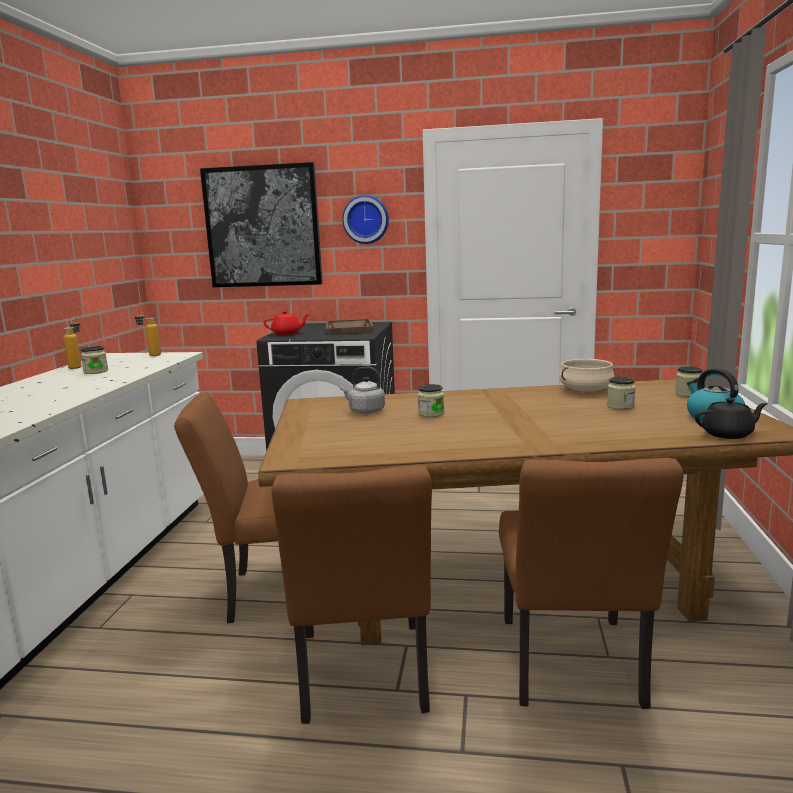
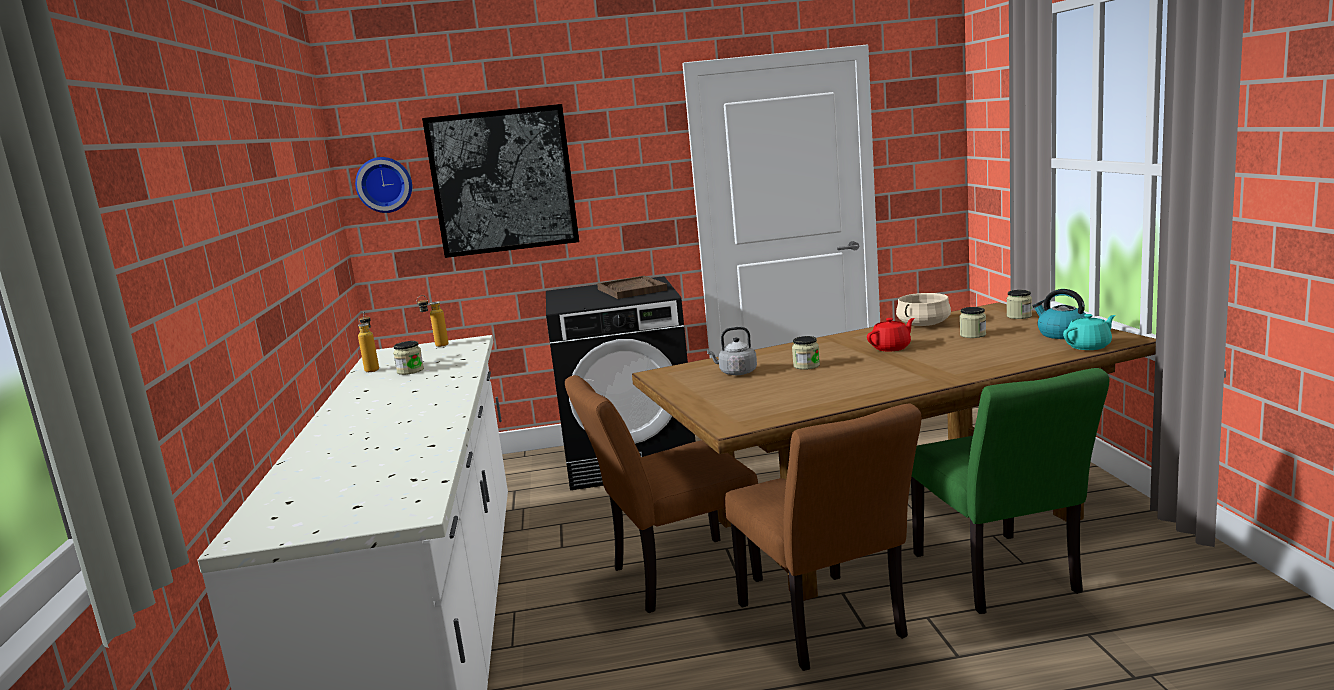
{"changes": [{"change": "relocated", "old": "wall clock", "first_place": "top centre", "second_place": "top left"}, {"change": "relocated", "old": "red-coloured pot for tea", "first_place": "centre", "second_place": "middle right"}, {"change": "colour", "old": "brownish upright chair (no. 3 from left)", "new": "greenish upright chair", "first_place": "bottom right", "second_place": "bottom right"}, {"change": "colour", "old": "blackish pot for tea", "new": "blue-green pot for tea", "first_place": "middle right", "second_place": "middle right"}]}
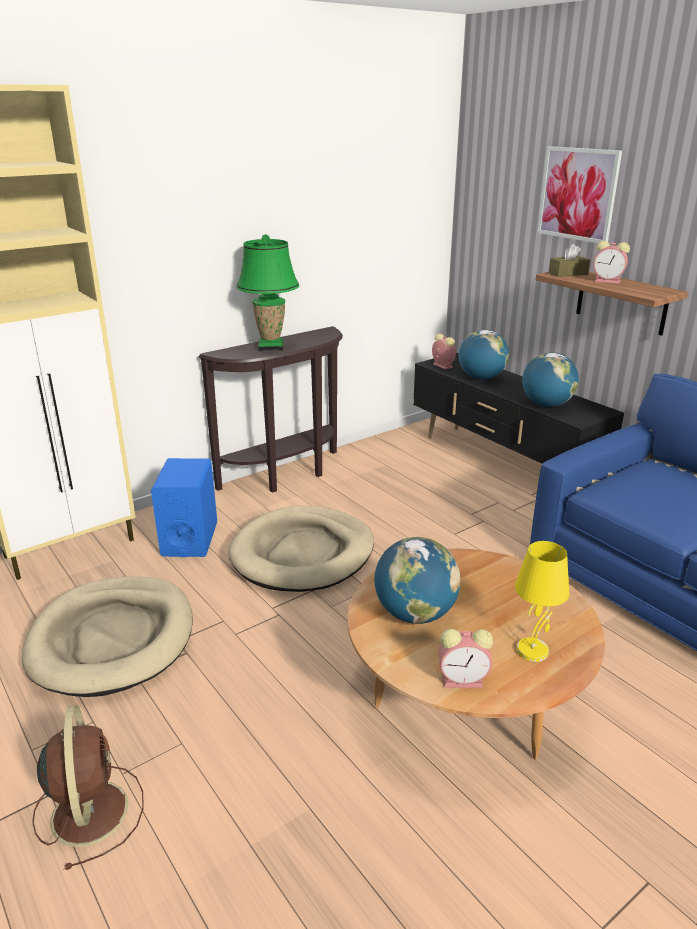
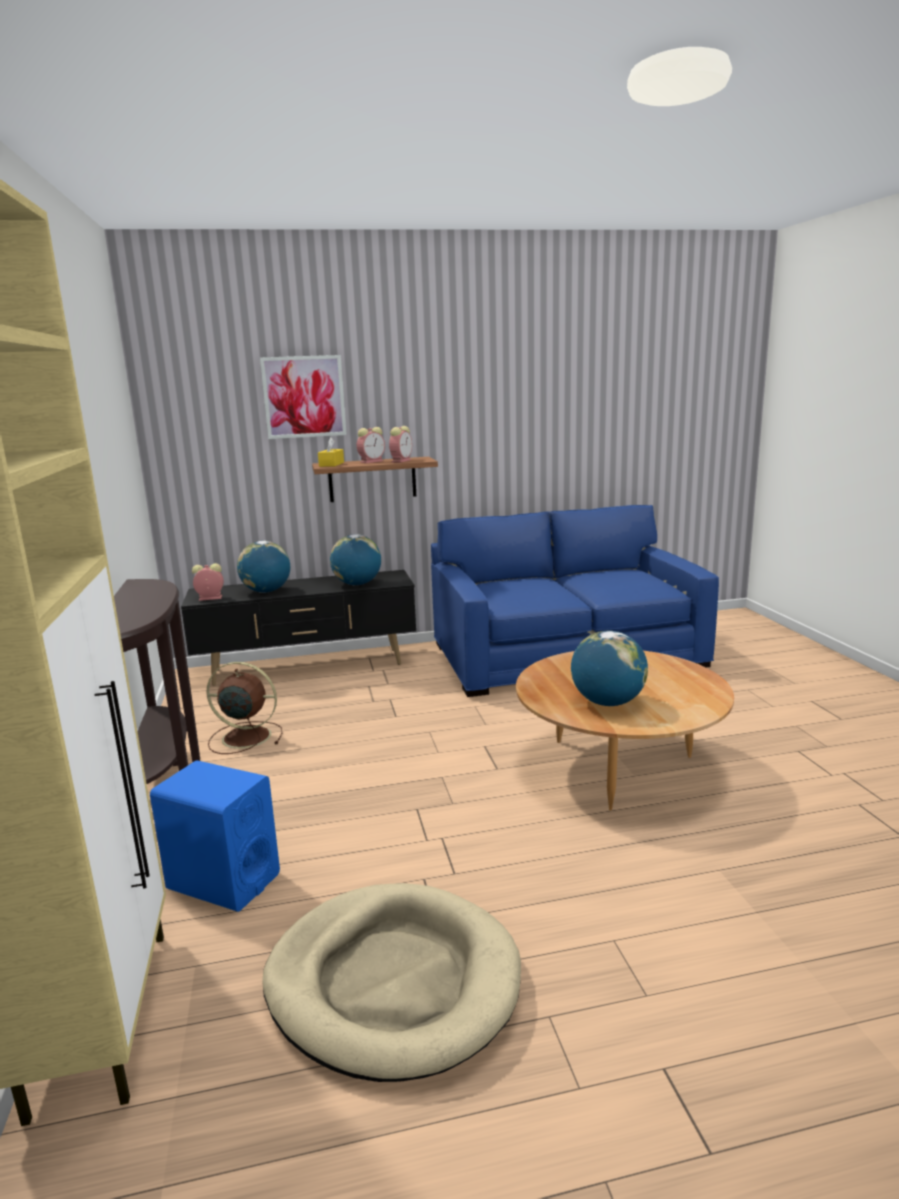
{"changes": [{"change": "relocated", "old": "brownish electric fan", "first_place": "bottom left", "second_place": "middle left"}, {"change": "colour", "old": "brownish box of tissues", "new": "yellow box of tissues", "first_place": "top right", "second_place": "centre"}, {"change": "relocated", "old": "table clock (no. 2 from left in the first image)", "new": "table clock (no. 3 from left)", "first_place": "bottom right", "second_place": "centre"}, {"change": "missing", "old": "sand-coloured pet bed (no. 2 from left)", "first_place": "centre"}, {"change": "missing", "old": "greenish table lamp", "first_place": "top centre"}, {"change": "missing", "old": "yellow table lamp", "first_place": "middle right"}]}
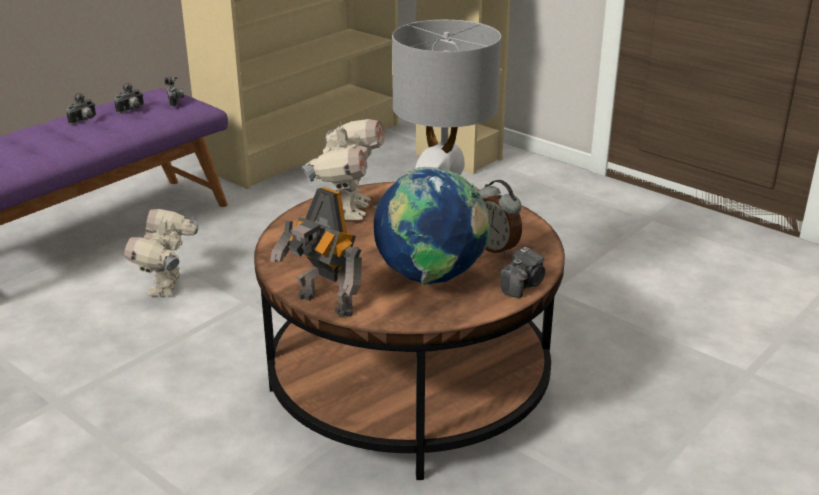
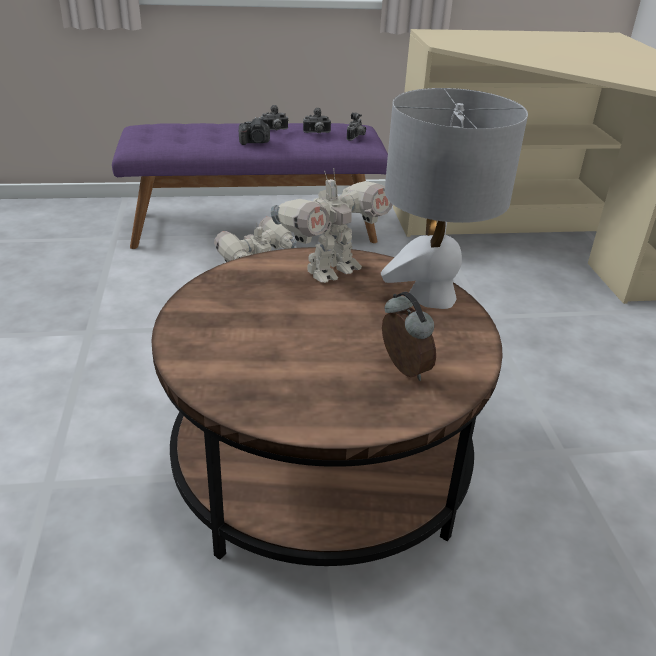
{"changes": [{"change": "relocated", "old": "still camera (no. 4 from left in the first image)", "new": "still camera (no. 1 from left)", "first_place": "centre", "second_place": "top centre"}, {"change": "spun", "old": "table clock", "first_place": "centre", "second_place": "centre", "degrees": 150}, {"change": "missing", "old": "robot figure (no. 2 from left)", "first_place": "centre"}, {"change": "missing", "old": "globe", "first_place": "centre"}]}
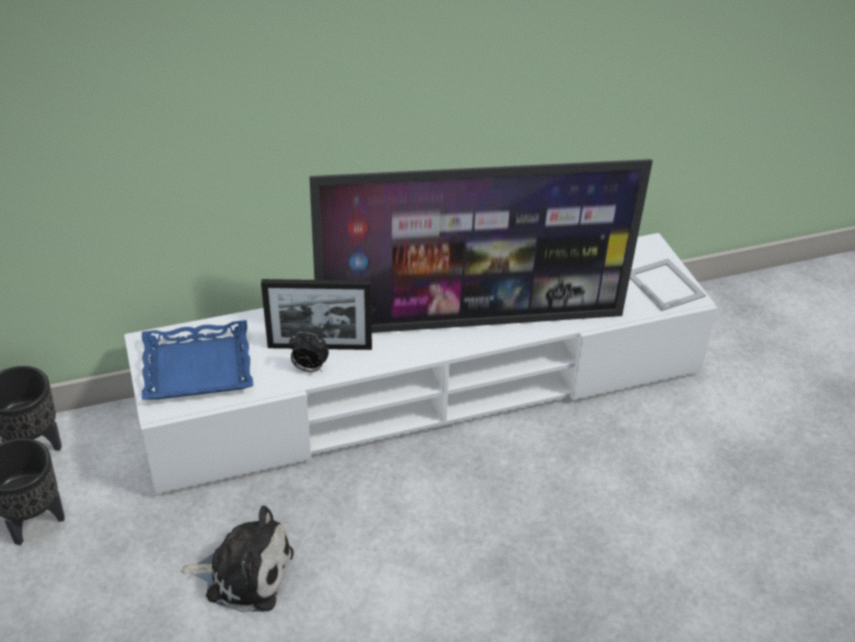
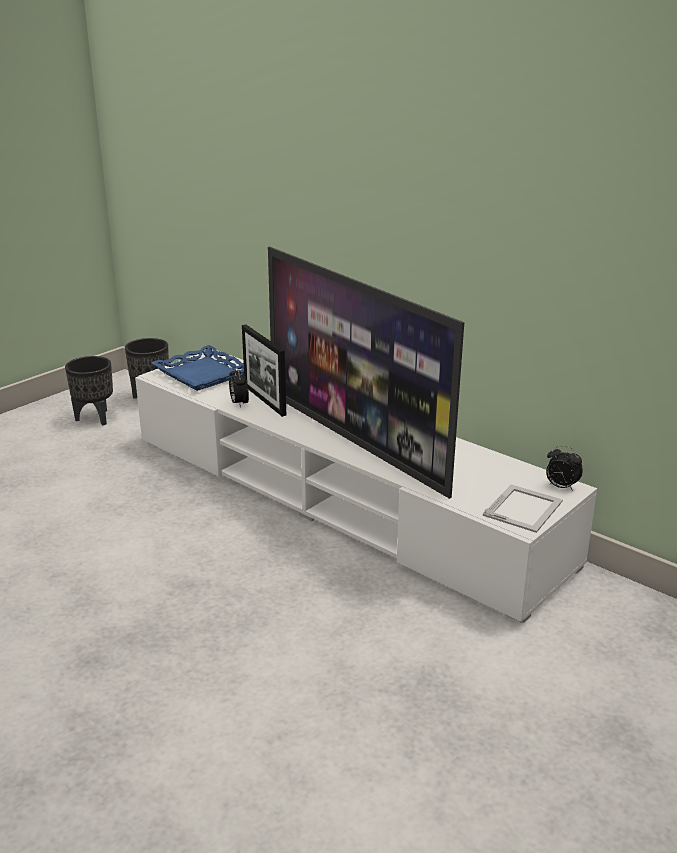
{"changes": [{"change": "appeared", "new": "table clock (no. 2 from left)", "second_place": "middle right"}, {"change": "missing", "old": "soft toy", "first_place": "bottom left"}]}
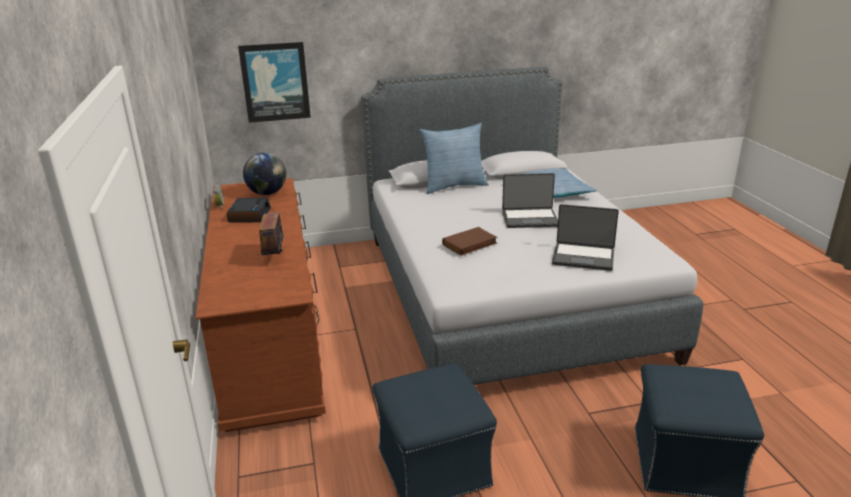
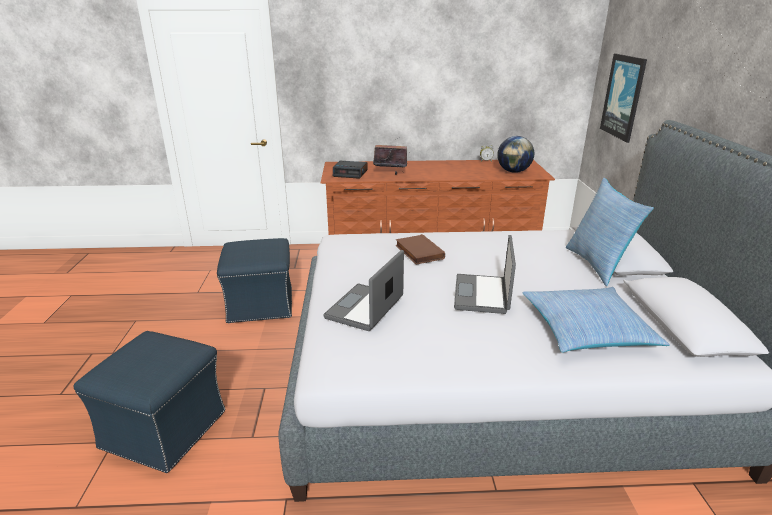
{"changes": [{"change": "relocated", "old": "table clock (no. 2 from left in the first image)", "new": "table clock (no. 1 from left)", "first_place": "middle left", "second_place": "top centre"}]}
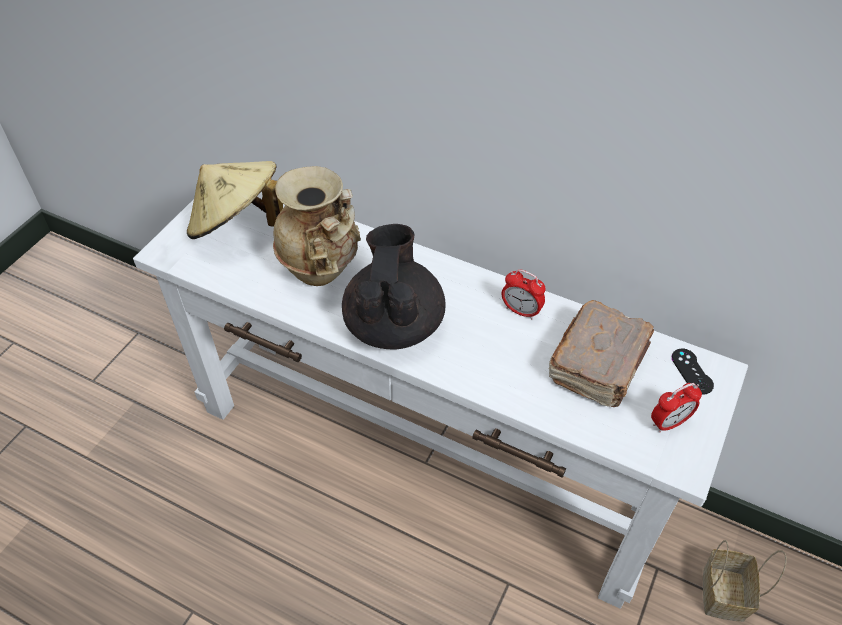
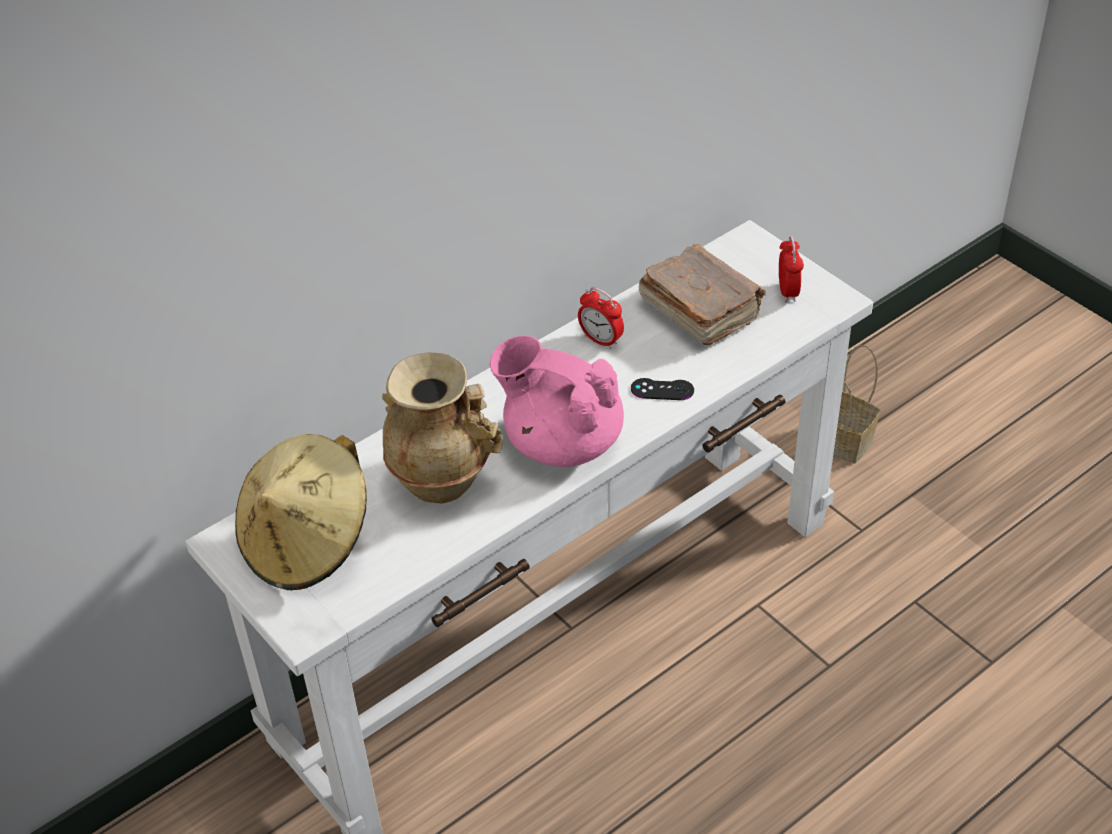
{"changes": [{"change": "colour", "old": "blackish pot for tea", "new": "pinkish pot for tea", "first_place": "centre", "second_place": "centre"}, {"change": "spun", "old": "table clock (no. 1 from left)", "first_place": "centre", "second_place": "centre", "degrees": 75}, {"change": "relocated", "old": "blackish game controller", "first_place": "middle right", "second_place": "centre"}]}
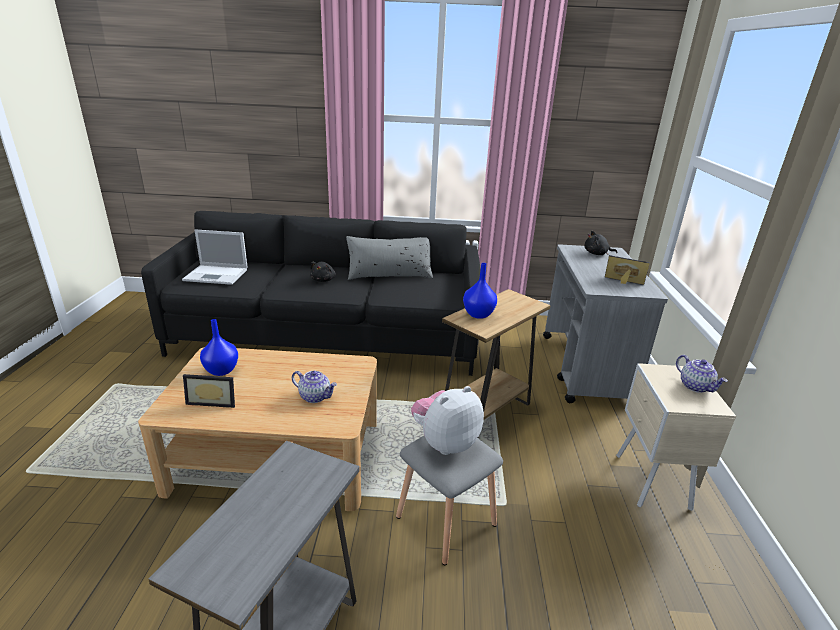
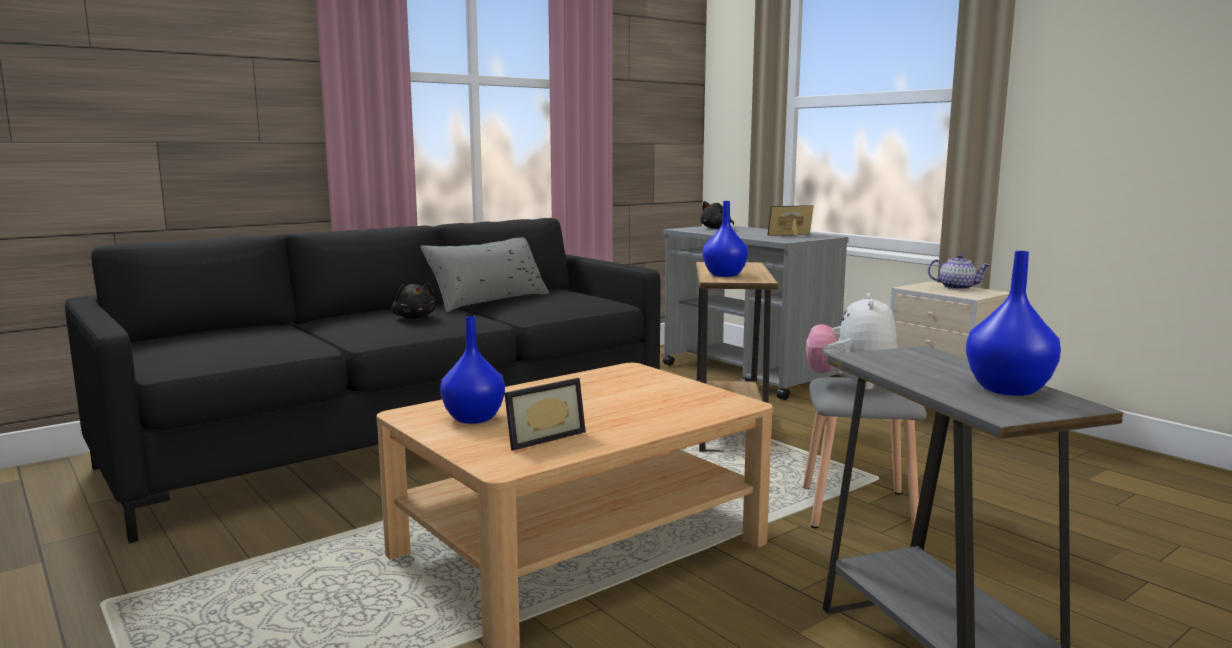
{"changes": [{"change": "appeared", "new": "bluish flower vase (no. 3 from left)", "second_place": "middle right"}, {"change": "missing", "old": "notebook computer", "first_place": "middle left"}, {"change": "missing", "old": "pot for tea (no. 1 from left)", "first_place": "centre"}]}
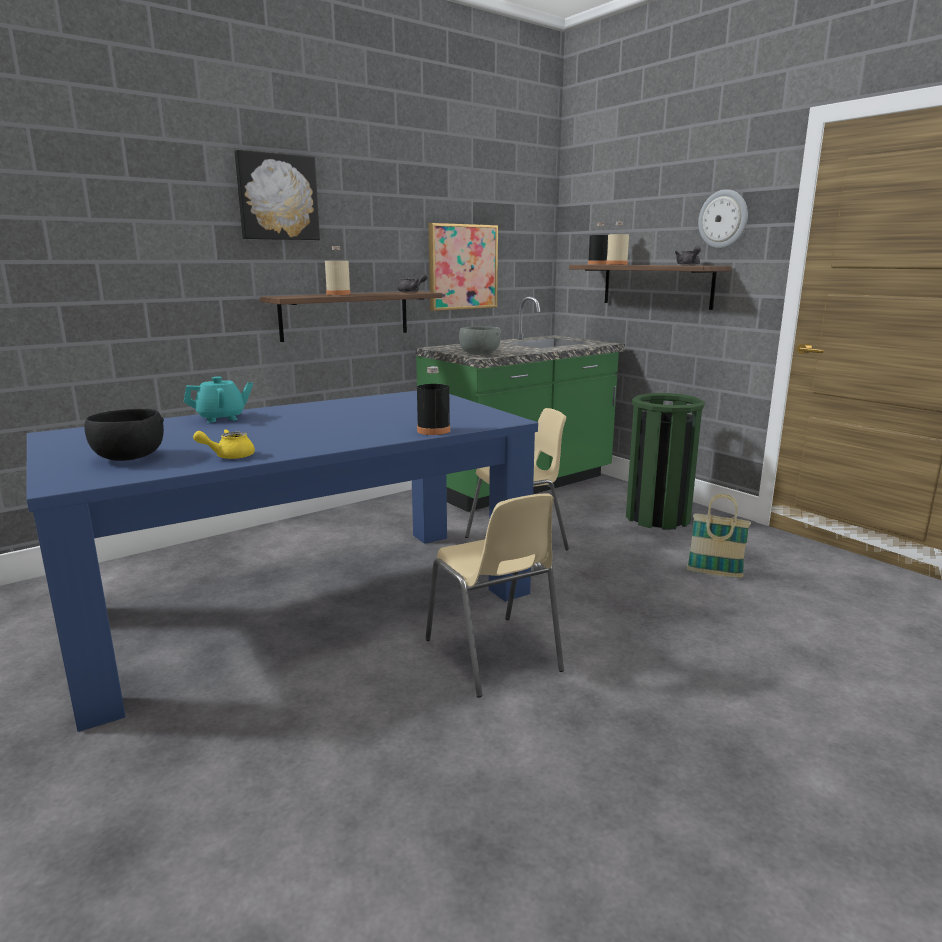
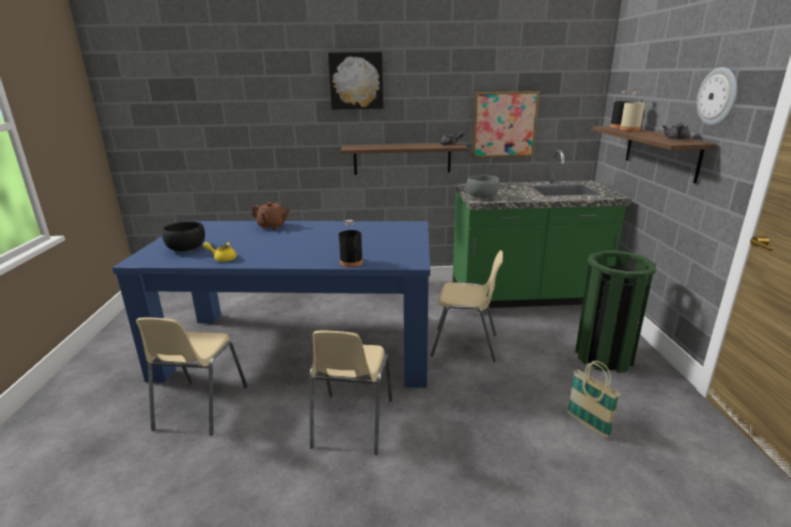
{"changes": [{"change": "appeared", "new": "sand-coloured upright chair (no. 1 from left)", "second_place": "bottom left"}, {"change": "colour", "old": "blue-green pot for tea", "new": "brownish pot for tea", "first_place": "middle left", "second_place": "centre"}, {"change": "missing", "old": "sand-coloured drink bottle (no. 1 from left)", "first_place": "top centre"}]}
